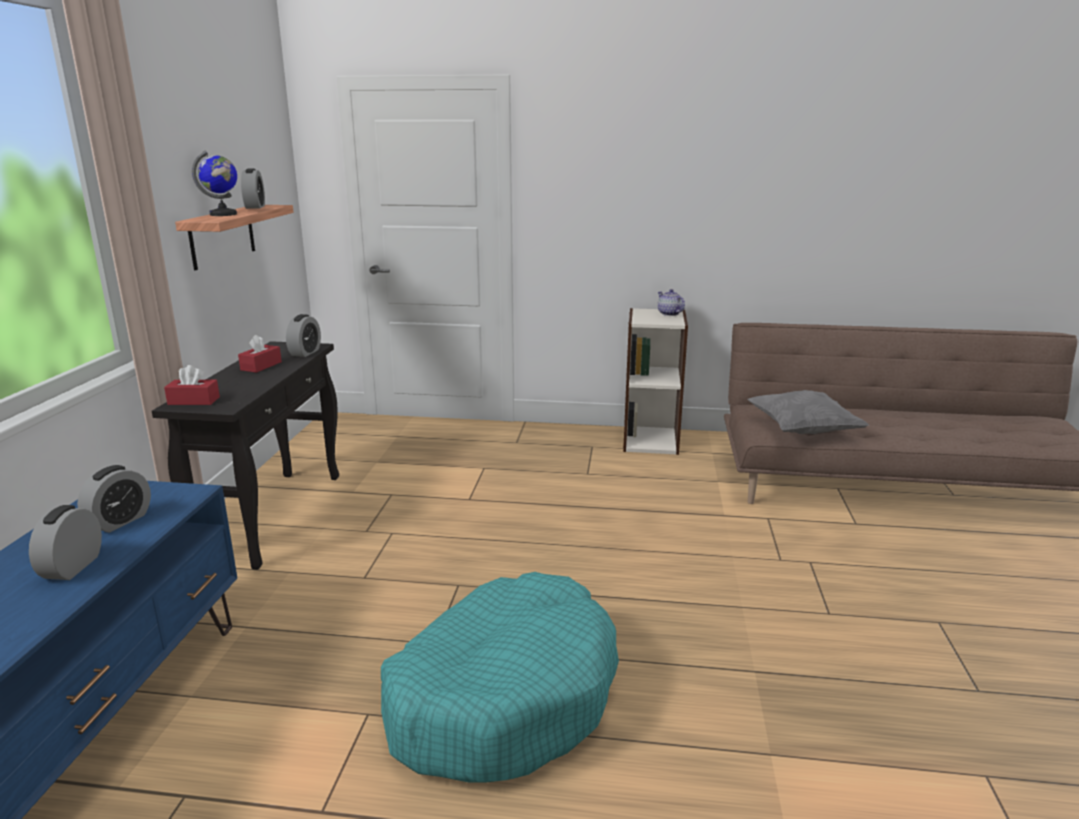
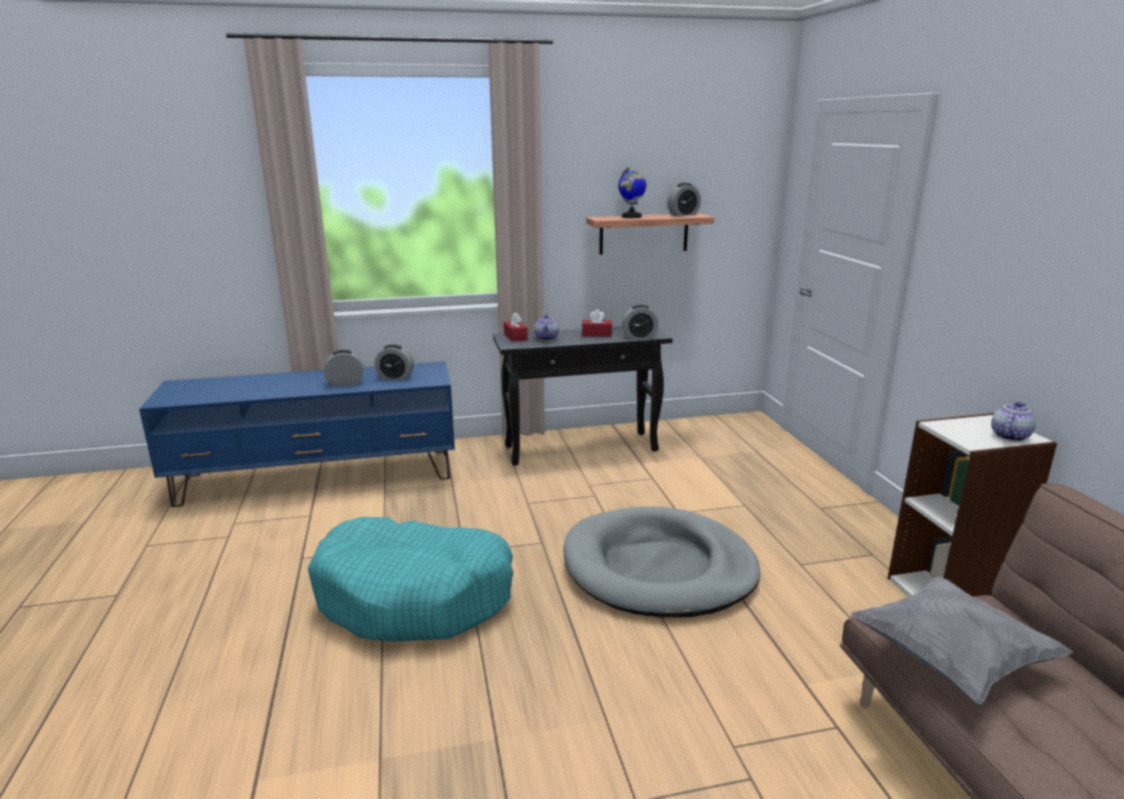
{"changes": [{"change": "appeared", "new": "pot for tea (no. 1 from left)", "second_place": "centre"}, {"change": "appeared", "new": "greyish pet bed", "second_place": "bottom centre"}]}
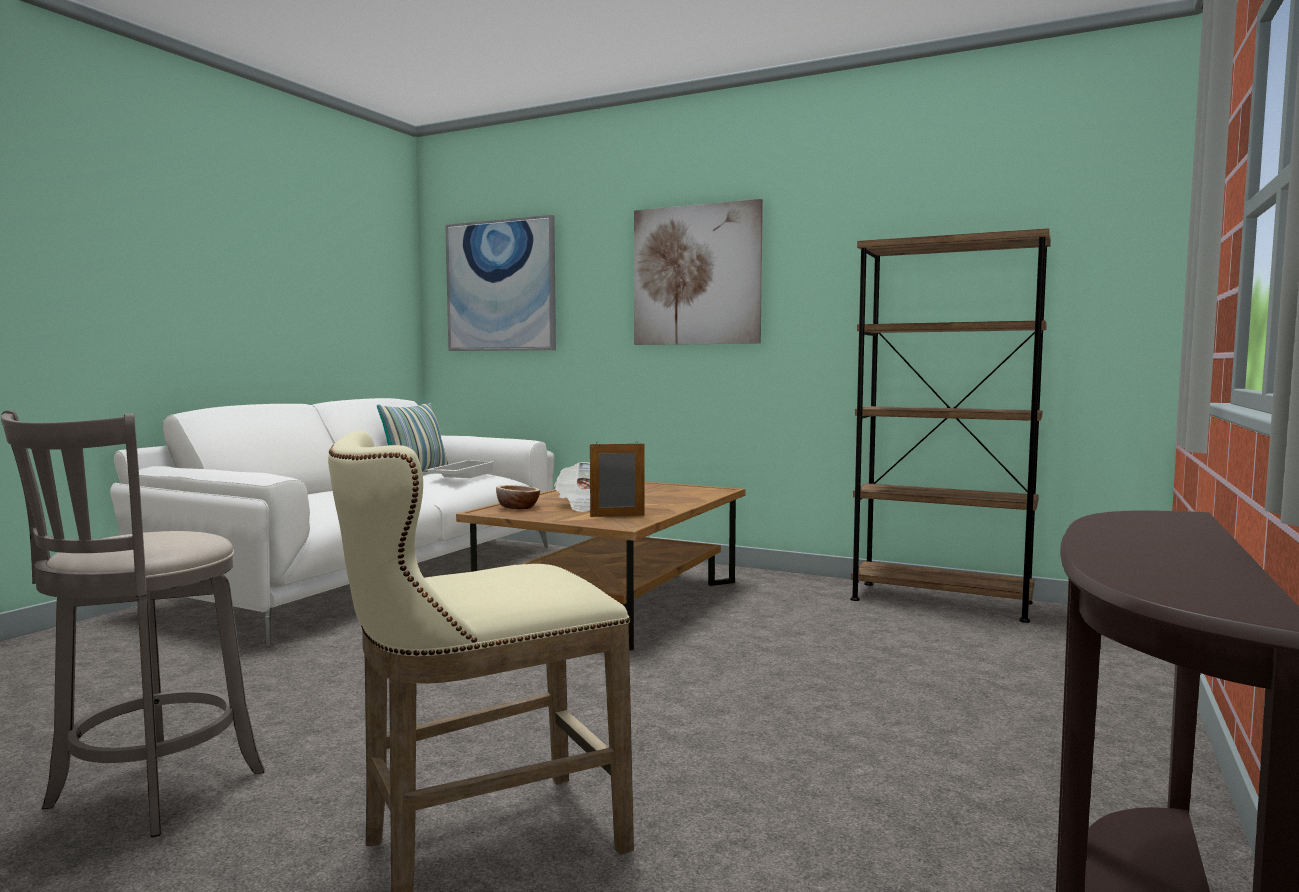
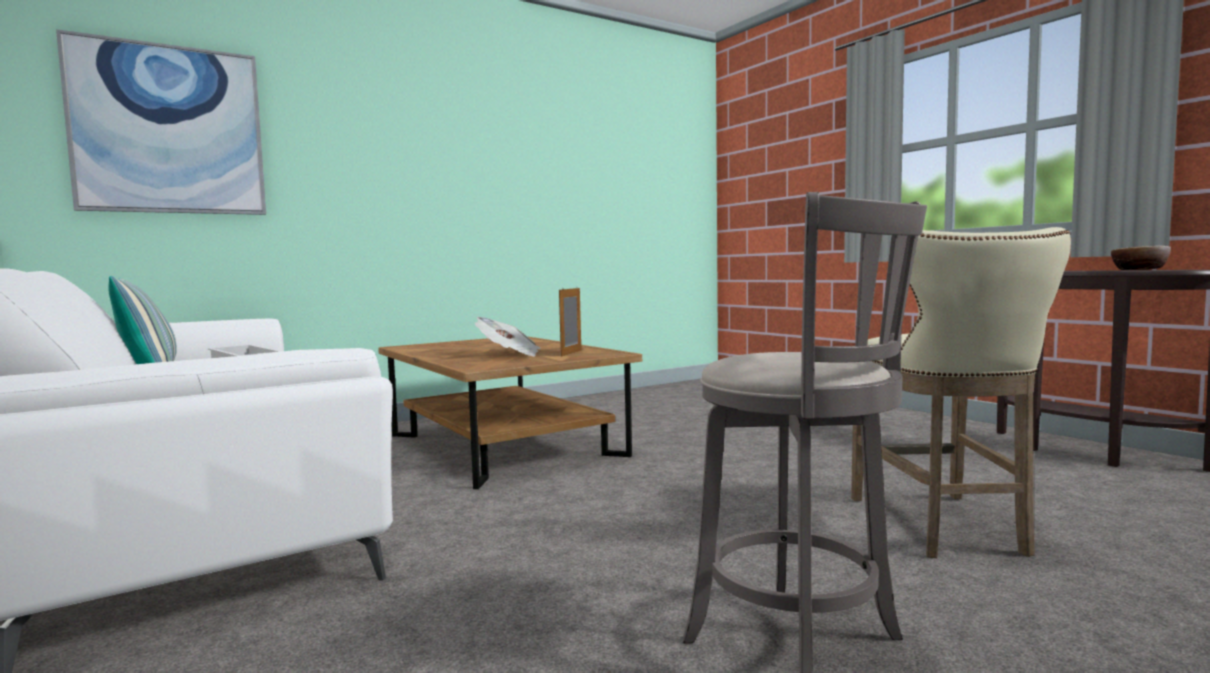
{"changes": [{"change": "relocated", "old": "deep dish", "first_place": "centre", "second_place": "middle right"}, {"change": "missing", "old": "wall picture (no. 2 from left)", "first_place": "top centre"}, {"change": "missing", "old": "brownish bookshelf", "first_place": "middle right"}]}
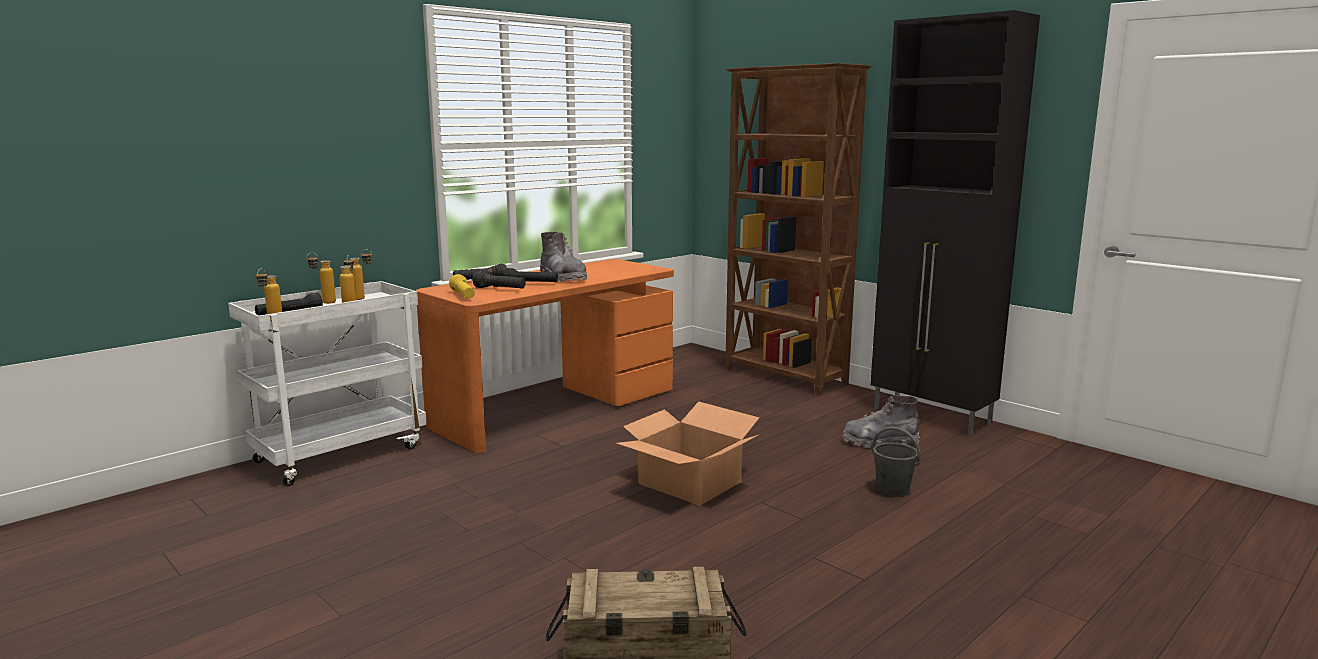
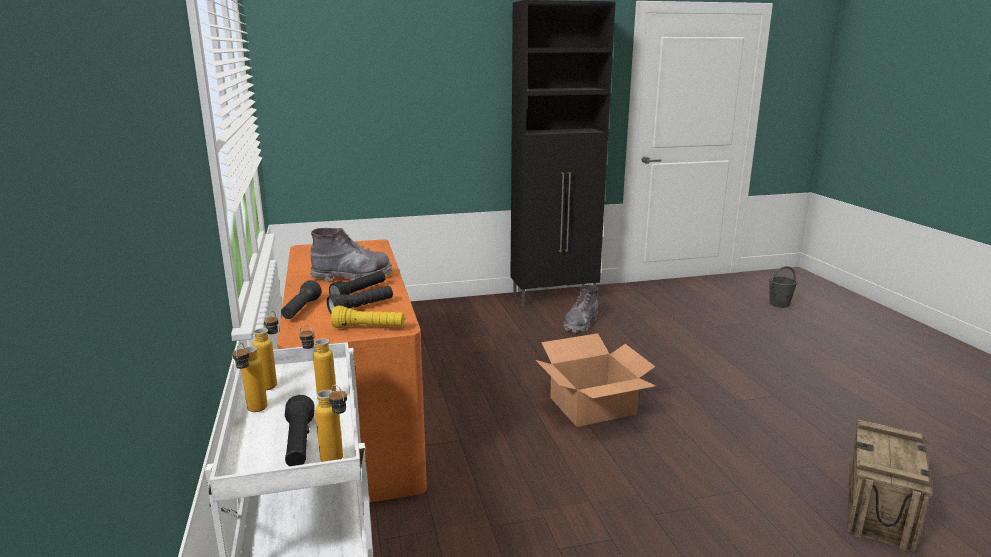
{"changes": [{"change": "relocated", "old": "greyish bucket", "first_place": "bottom right", "second_place": "middle right"}, {"change": "missing", "old": "brownish bookshelf", "first_place": "centre"}]}
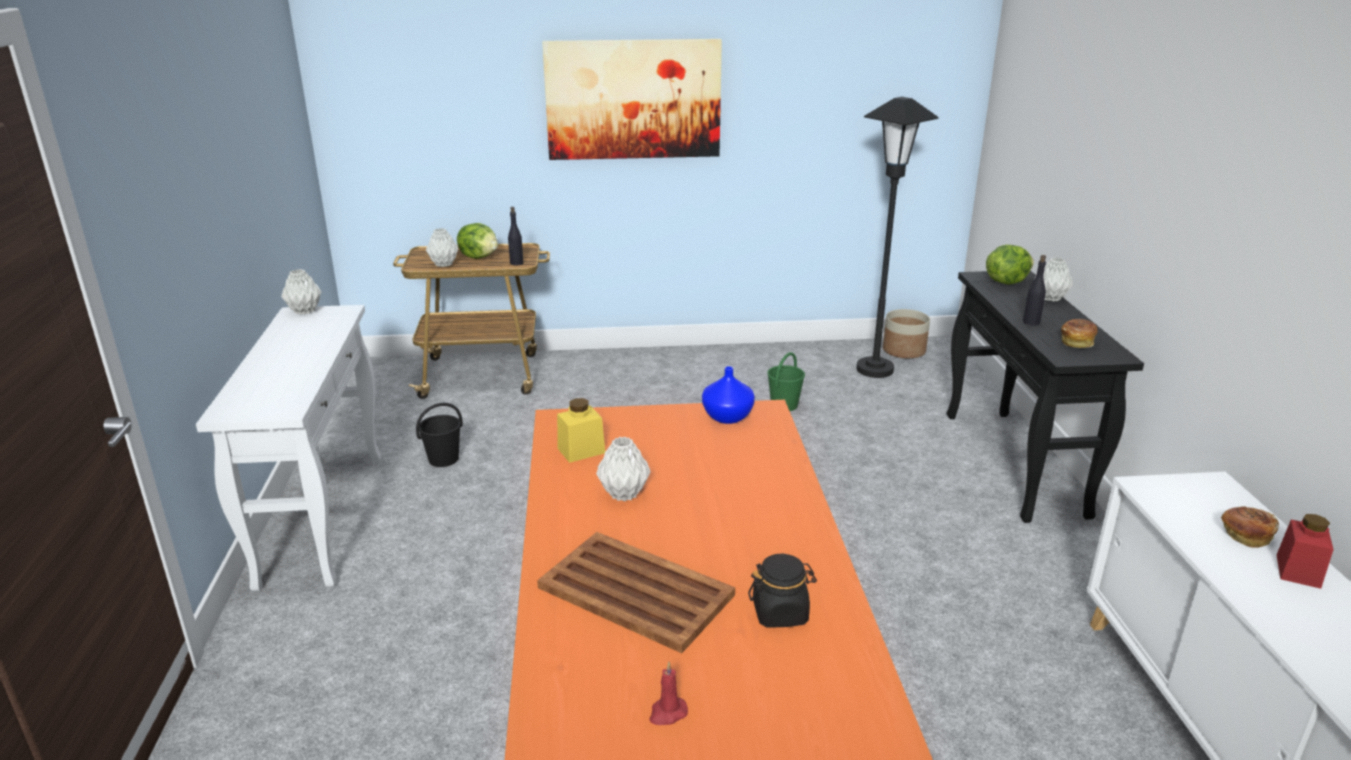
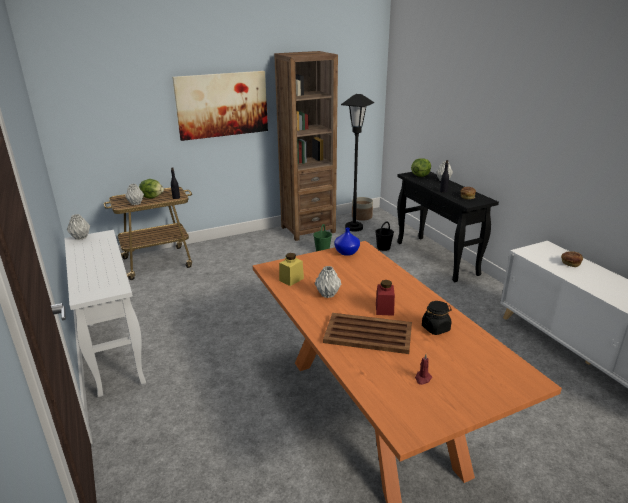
{"changes": [{"change": "appeared", "new": "brownish bookshelf", "second_place": "top centre"}, {"change": "relocated", "old": "blackish bucket", "first_place": "middle left", "second_place": "centre"}, {"change": "relocated", "old": "red-coloured jar", "first_place": "bottom right", "second_place": "centre"}]}
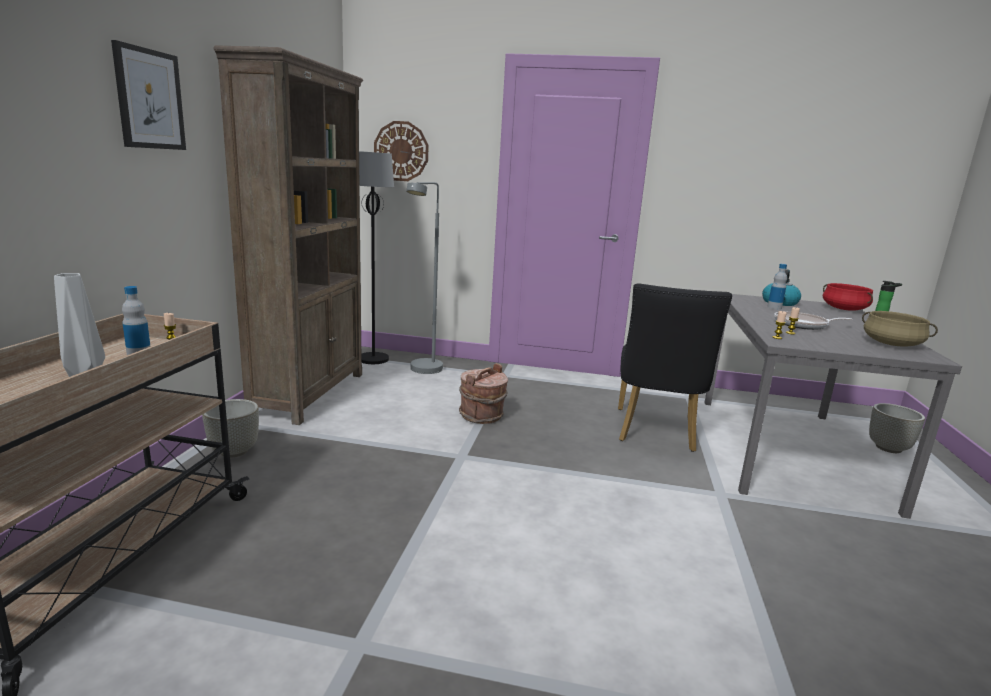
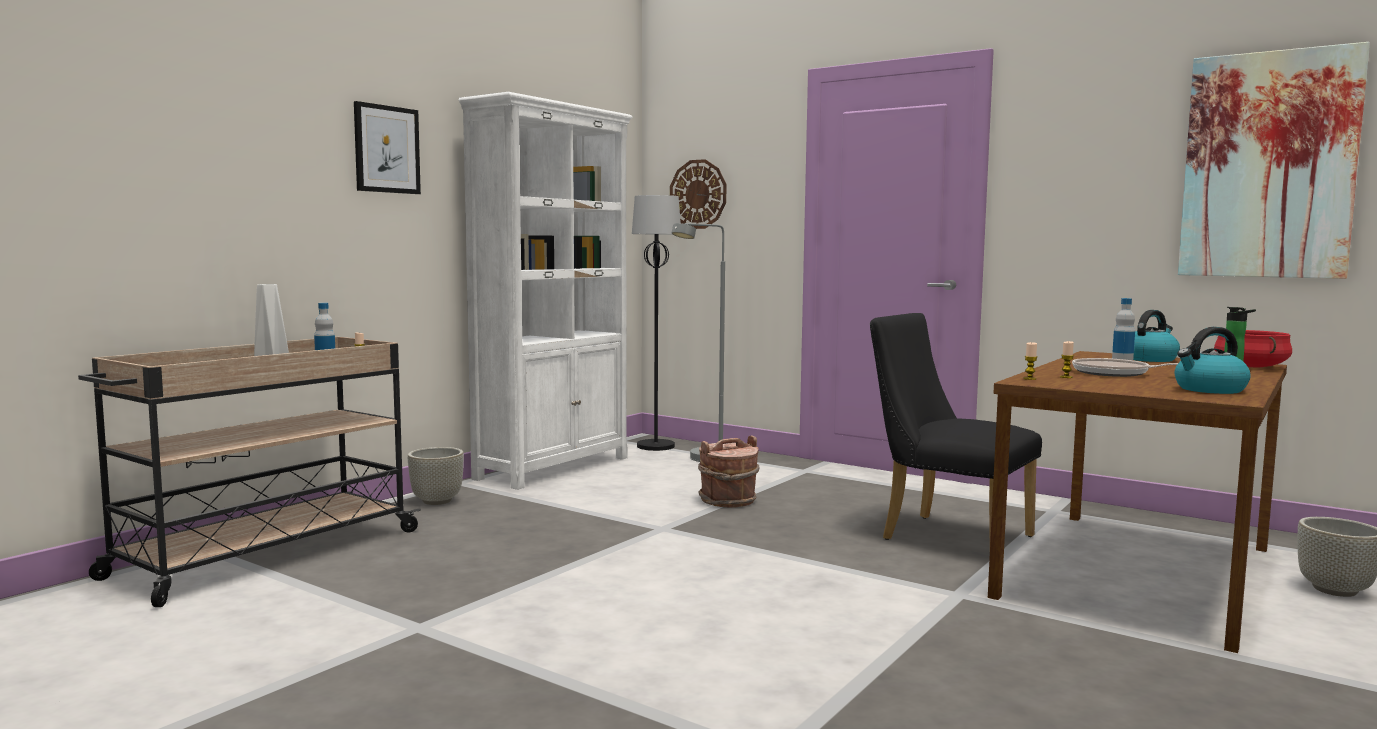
{"changes": [{"change": "colour", "old": "brownish bookshelf", "new": "white bookshelf", "first_place": "middle left", "second_place": "centre"}, {"change": "spun", "old": "blackish upright chair", "first_place": "middle right", "second_place": "middle right", "degrees": 90}, {"change": "colour", "old": "greyish kitchen table", "new": "brownish kitchen table", "first_place": "middle right", "second_place": "bottom right"}, {"change": "exchanged", "old": "sand-coloured cooking pot", "new": "water kettle (no. 2 from left)", "first_place": "middle right", "second_place": "middle right"}, {"change": "appeared", "new": "wall picture (no. 2 from left)", "second_place": "top right"}]}
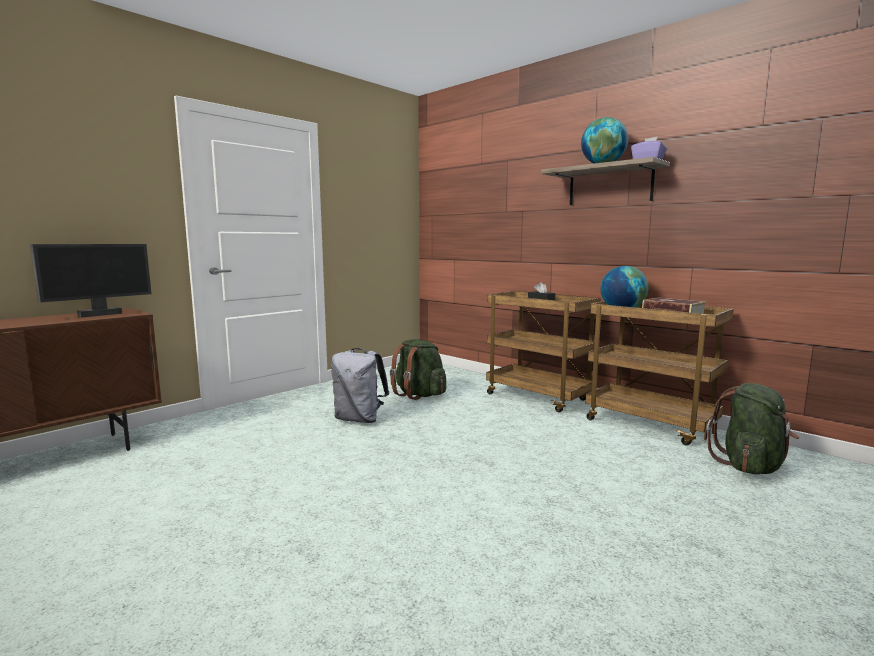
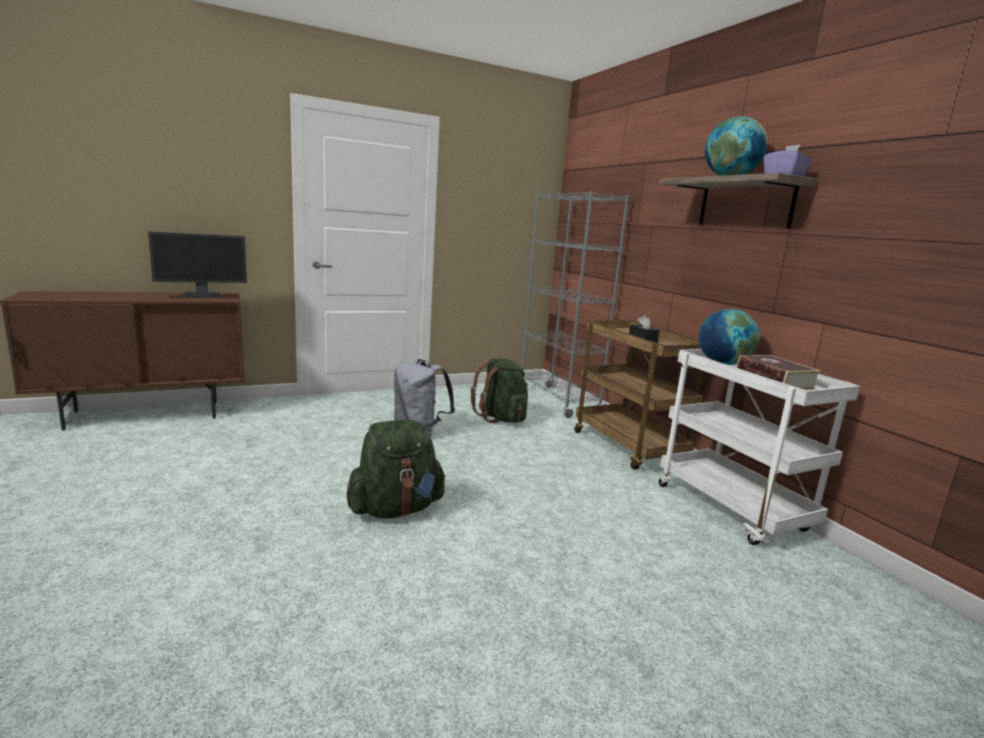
{"changes": [{"change": "relocated", "old": "greenish backpack (no. 2 from left in the first image)", "new": "greenish backpack (no. 1 from left)", "first_place": "middle right", "second_place": "centre"}, {"change": "appeared", "new": "greyish bookshelf", "second_place": "centre"}, {"change": "colour", "old": "brownish trolley (no. 2 from left)", "new": "white trolley", "first_place": "middle right", "second_place": "middle right"}]}
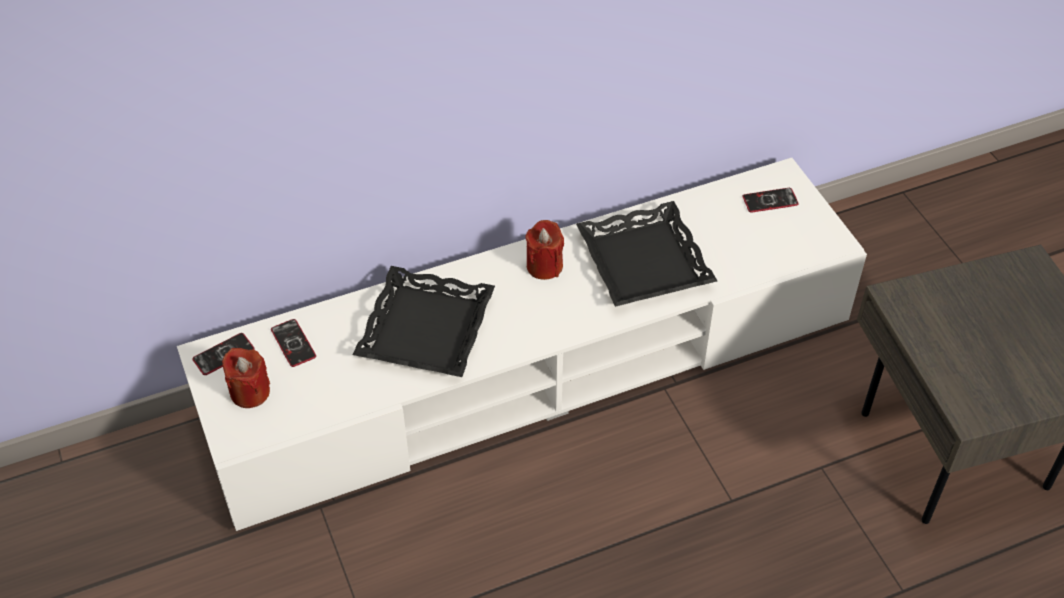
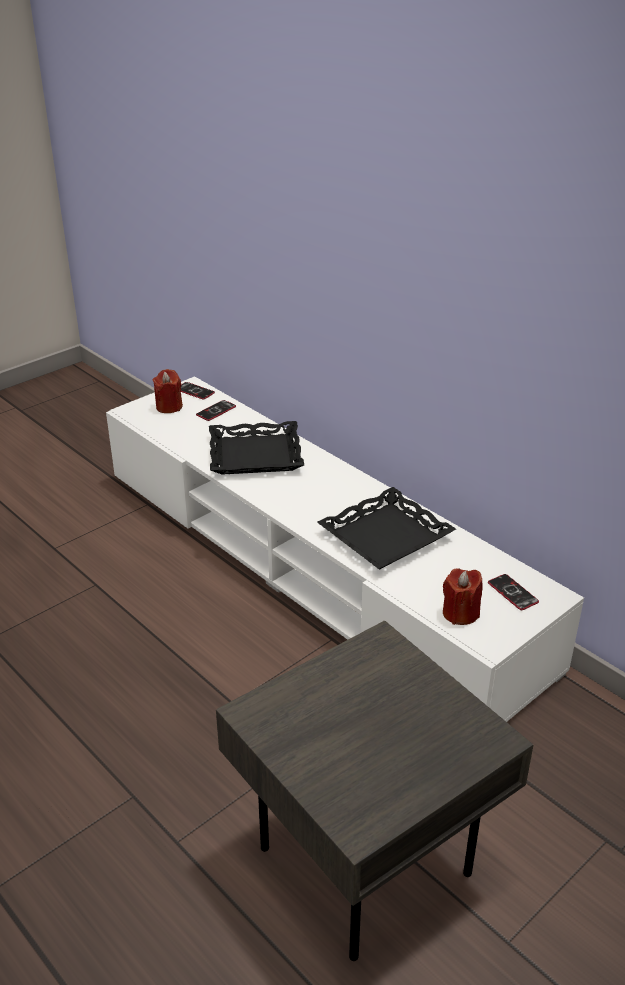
{"changes": [{"change": "relocated", "old": "red-coloured candle (no. 2 from left)", "first_place": "centre", "second_place": "middle right"}]}
